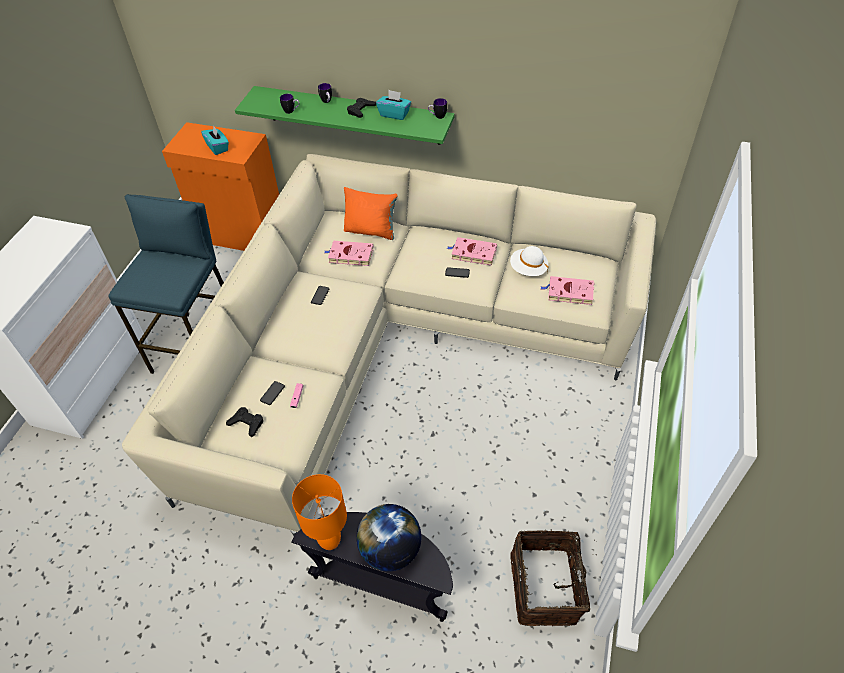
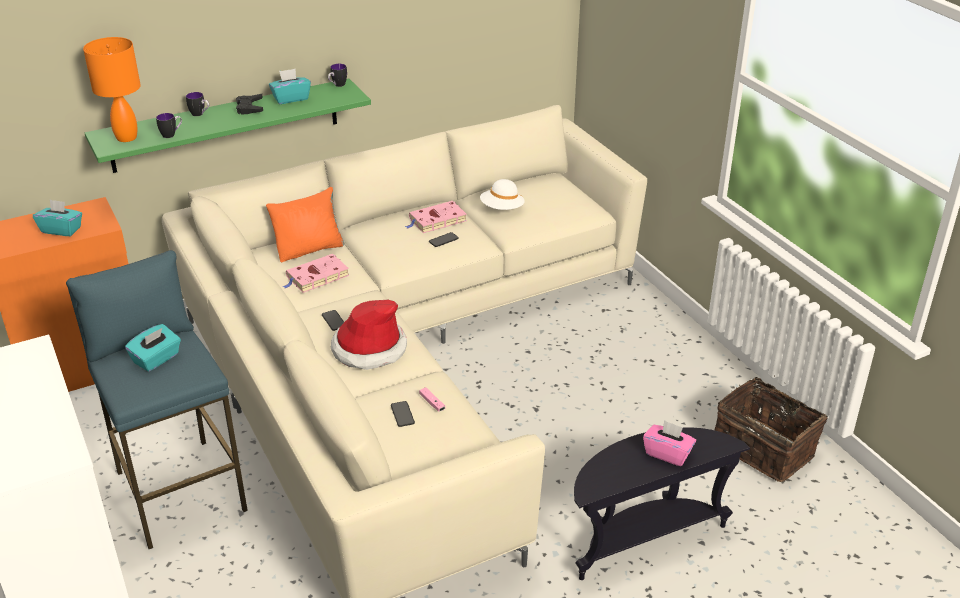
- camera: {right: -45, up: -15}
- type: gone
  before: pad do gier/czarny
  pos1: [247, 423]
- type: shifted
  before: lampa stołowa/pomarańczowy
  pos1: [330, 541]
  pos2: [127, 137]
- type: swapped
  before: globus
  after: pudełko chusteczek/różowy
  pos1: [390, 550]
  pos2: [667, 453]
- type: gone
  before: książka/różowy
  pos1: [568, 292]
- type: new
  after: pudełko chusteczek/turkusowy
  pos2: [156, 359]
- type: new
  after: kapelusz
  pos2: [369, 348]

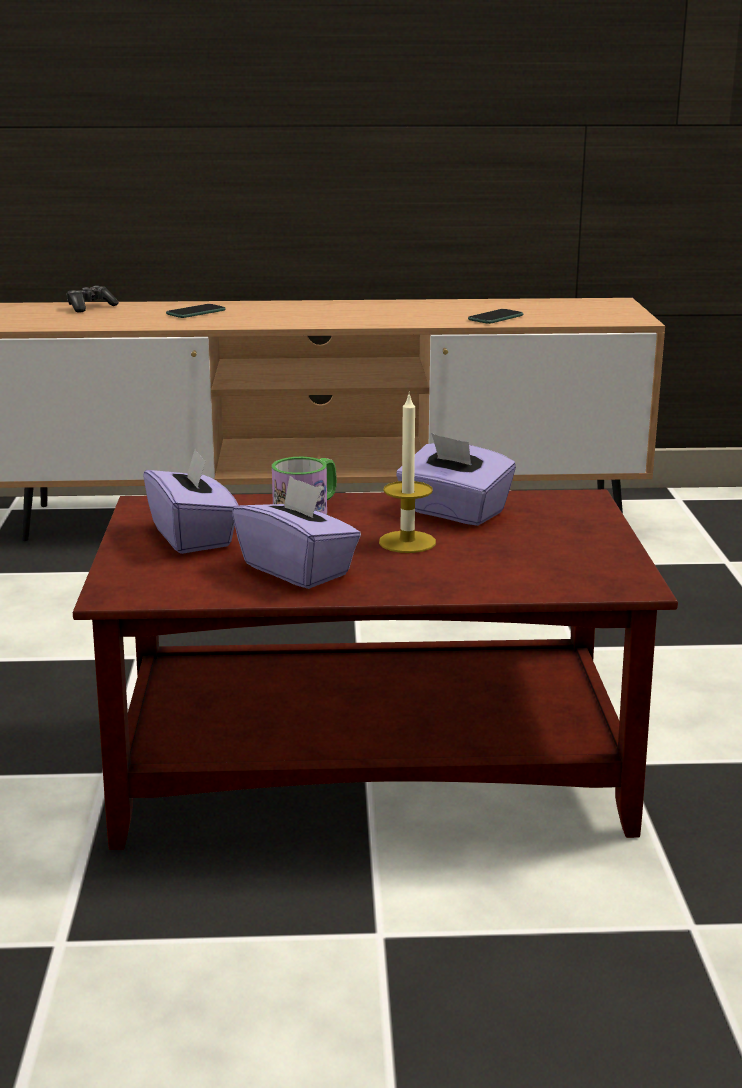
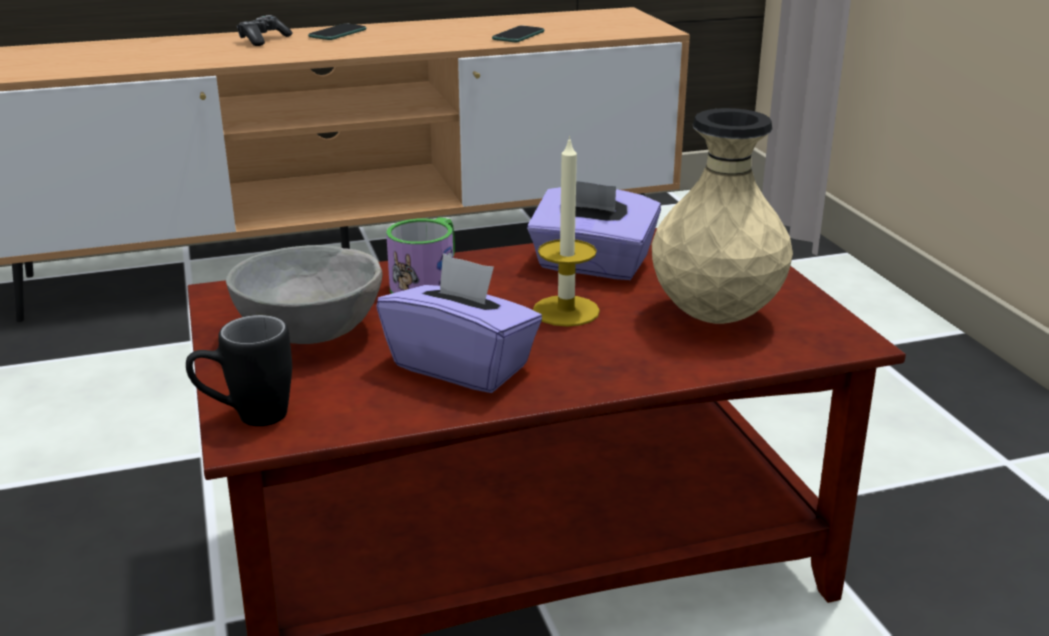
- camera: {right: -15, up: 5}
- type: shifted
  before: pad do gier
  pos1: [90, 307]
  pos2: [263, 40]
- type: swapped
  before: pudełko chusteczek/fioletowy
  after: miska/szary
  pos1: [193, 536]
  pos2: [309, 333]
- type: shifted
  before: telefon
  pos1: [196, 312]
  pos2: [337, 33]
- type: new
  after: kubek/czarny
  pos2: [246, 418]
- type: new
  after: wazon/beżowy
  pos2: [714, 317]

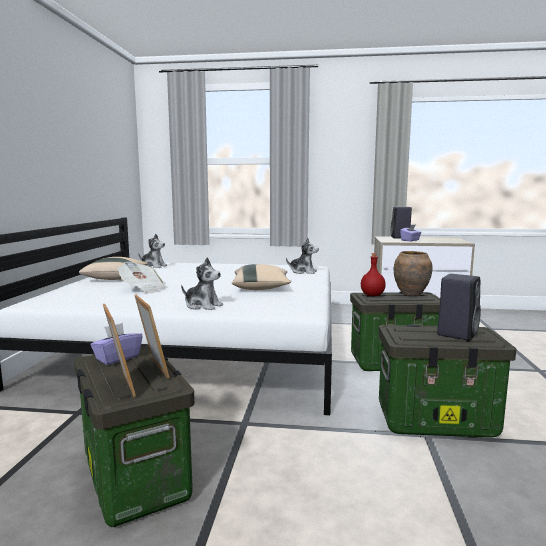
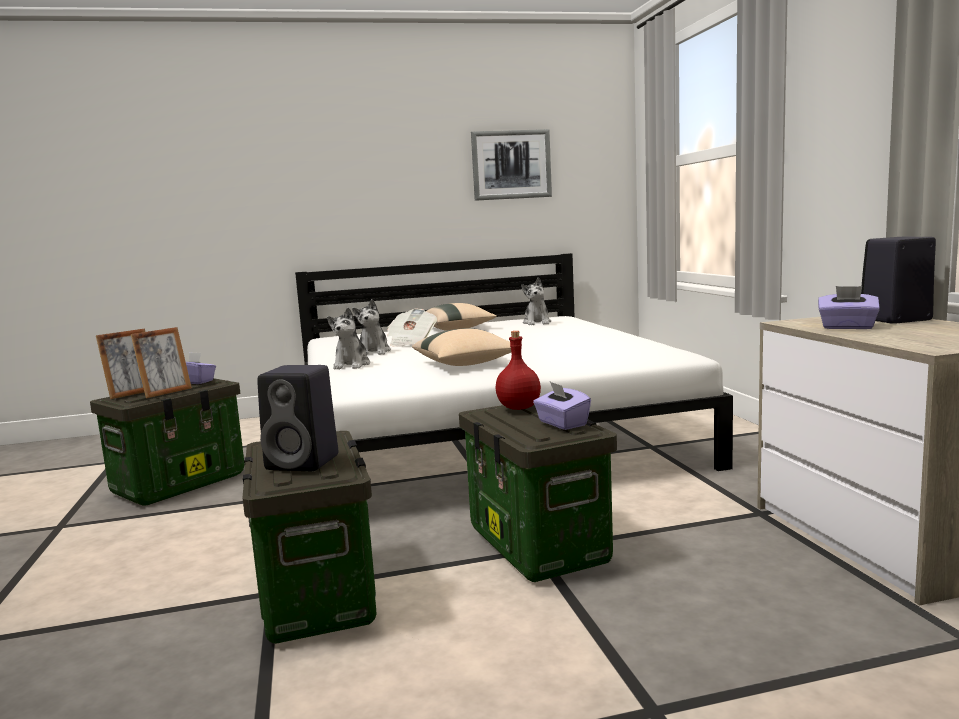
- camera: {right: 70, up: 0}
- type: shifted
  before: pluszak
  pos1: [303, 272]
  pos2: [374, 352]
- type: swapped
  before: wazon/brązowy
  after: pudełko chusteczek/fioletowy
  pos1: [411, 294]
  pos2: [562, 423]
- type: new
  after: obraz
  pos2: [511, 165]

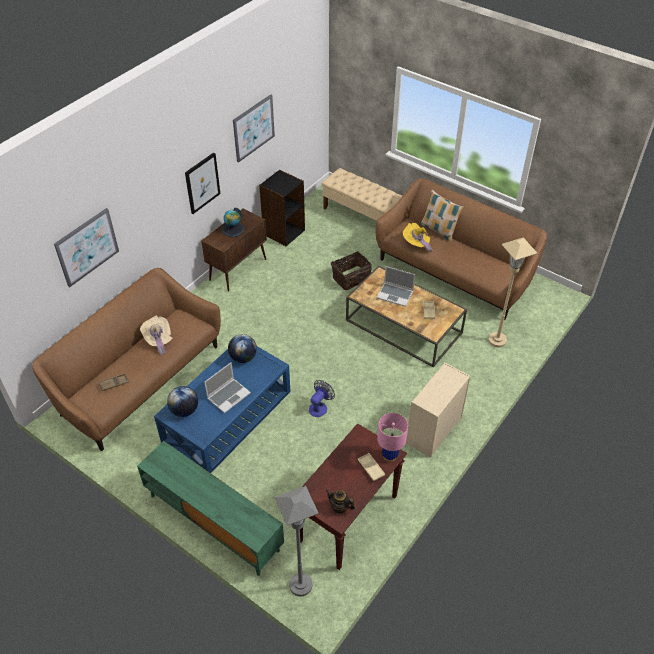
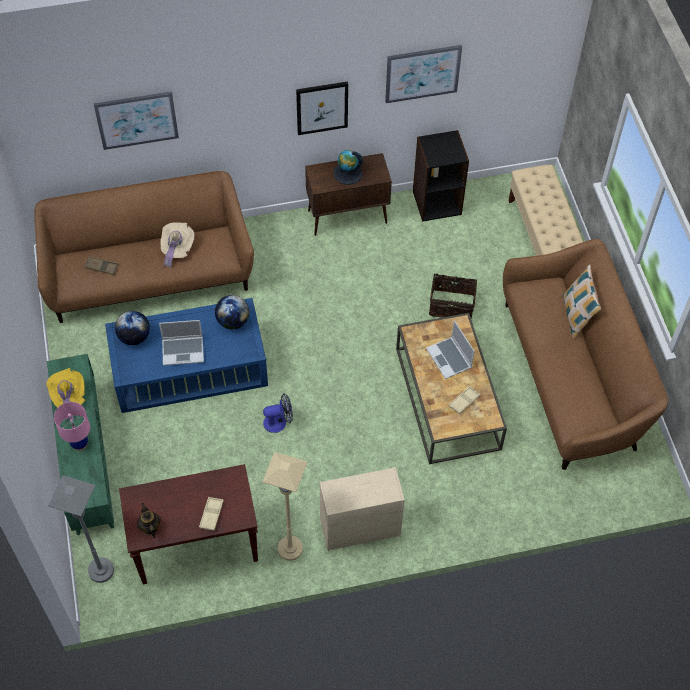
- camera: {right: 40, up: 10}
- type: shifted
  before: lampa stołowa/różowy
  pos1: [390, 455]
  pos2: [79, 444]
- type: shifted
  before: kapelusz/żółty
  pos1: [416, 244]
  pos2: [68, 398]
- type: shifted
  before: lampa stojąca/beżowy
  pos1: [497, 340]
  pos2: [290, 548]

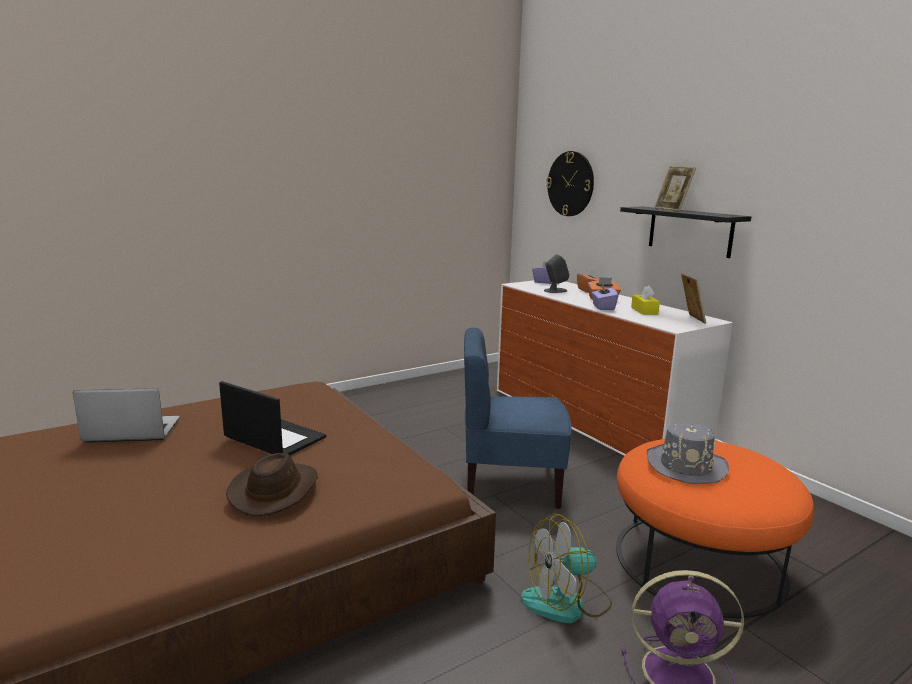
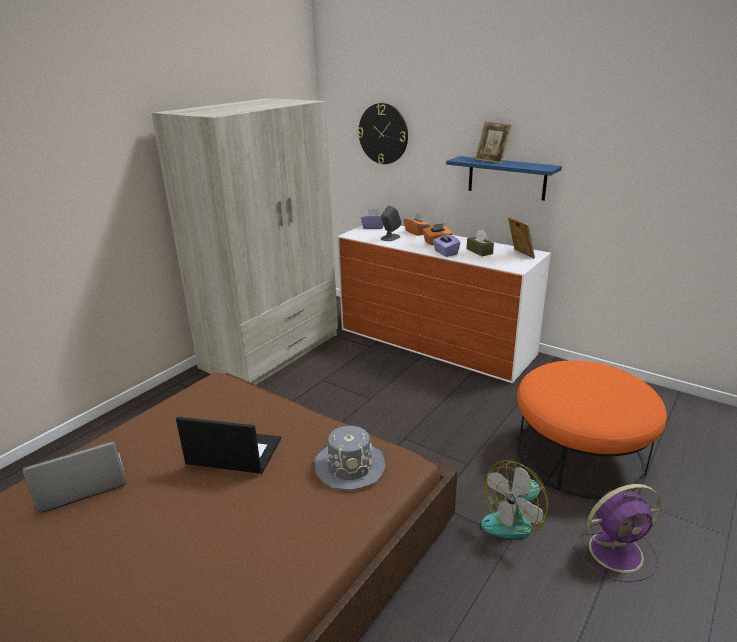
- camera: {right: -20, up: 10}
- type: gone
  before: kapelusz/brązowy
  pos1: [275, 491]
- type: gone
  before: krzesło/niebieski
  pos1: [510, 484]
- type: repainted
  before: półka/czarny
  after: półka/niebieski
  pos1: [690, 231]
  pos2: [506, 178]
- type: repainted
  before: pudełko chusteczek/żółty
  after: pudełko chusteczek/brązowy
  pos1: [644, 311]
  pos2: [479, 251]
- type: shifted
  before: kapelusz/szary
  pos1: [686, 465]
  pos2: [350, 465]
- type: new
  after: szafa/beżowy
  pos2: [272, 351]

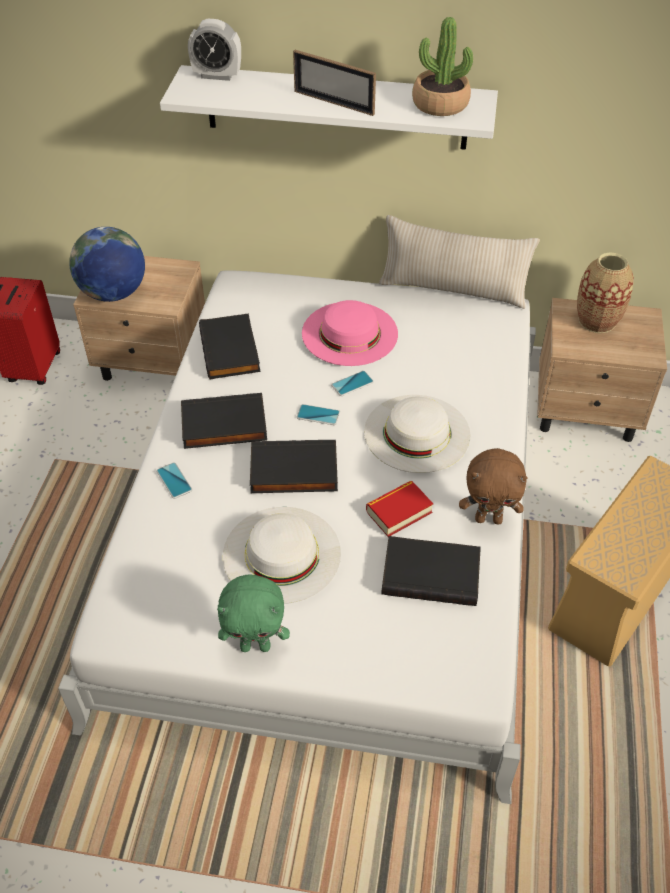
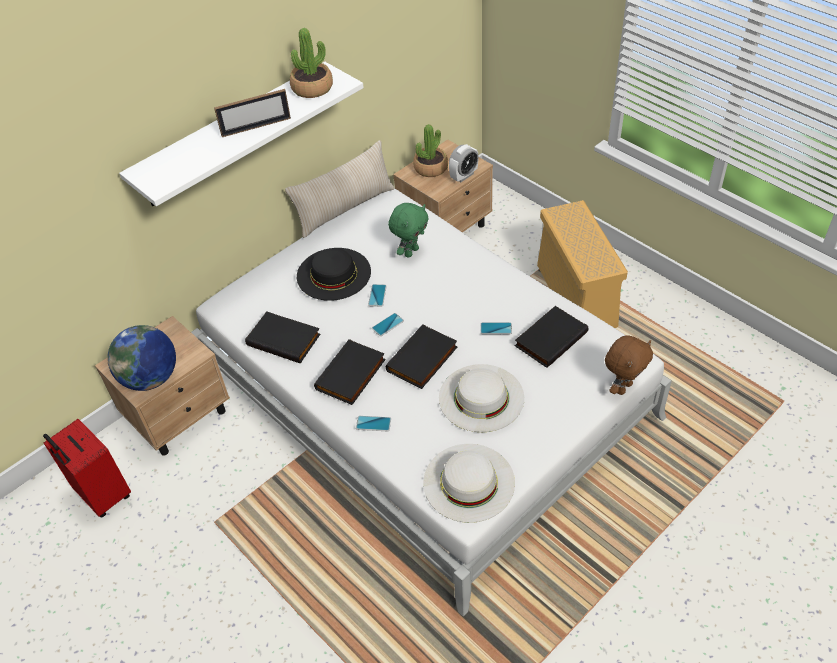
- camera: {right: -50, up: 0}
- type: shifted
  before: budzik
  pos1: [217, 76]
  pos2: [464, 176]
- type: shifted
  before: pluszak/zielony
  pos1: [256, 645]
  pos2: [411, 251]
- type: repainted
  before: kapelusz/różowy
  after: kapelusz/czarny
  pos1: [349, 333]
  pos2: [333, 274]
- type: shifted
  before: kapelusz/biały
  pos1: [417, 433]
  pos2: [468, 482]
- type: swapped
  before: książka
  after: telefon
  pos1: [399, 512]
  pos2: [496, 328]
- type: shifted
  before: pluszak/brązowy
  pos1: [489, 519]
  pos2: [623, 387]
- type: swapped
  before: wazon
  after: roślina doniczkowa
  pos1: [597, 321]
  pos2: [430, 168]

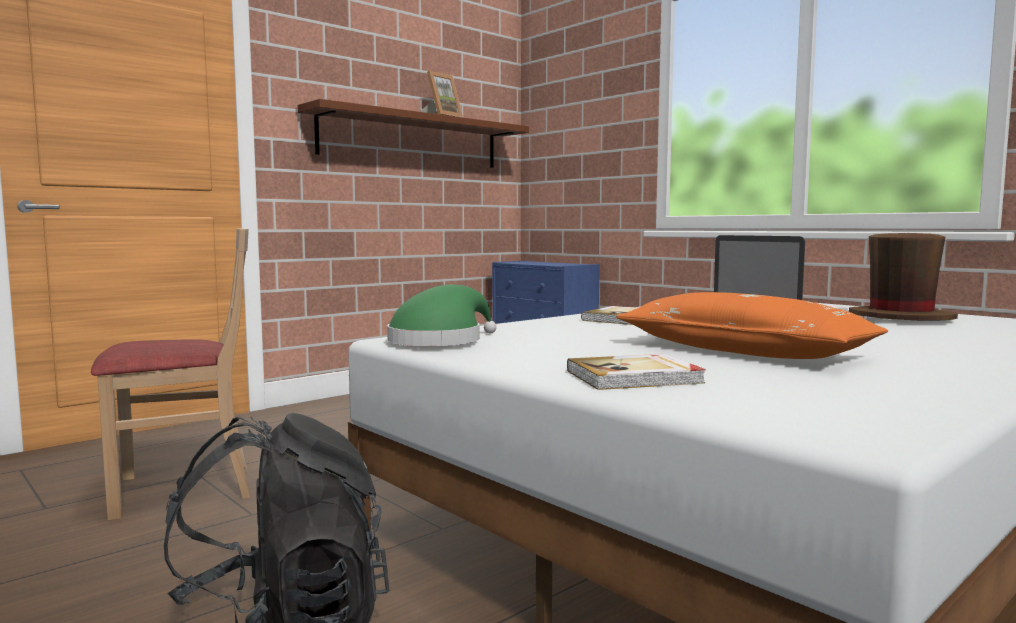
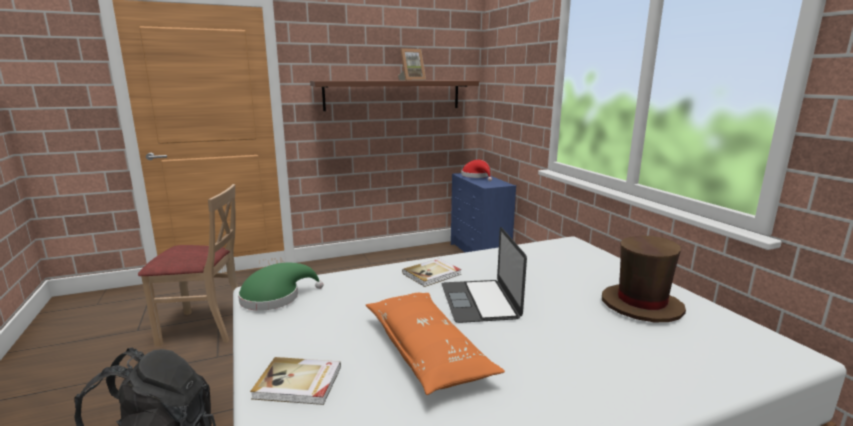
- camera: {right: 20, up: 10}
- type: new
  after: kapelusz/czerwony
  pos2: [477, 176]

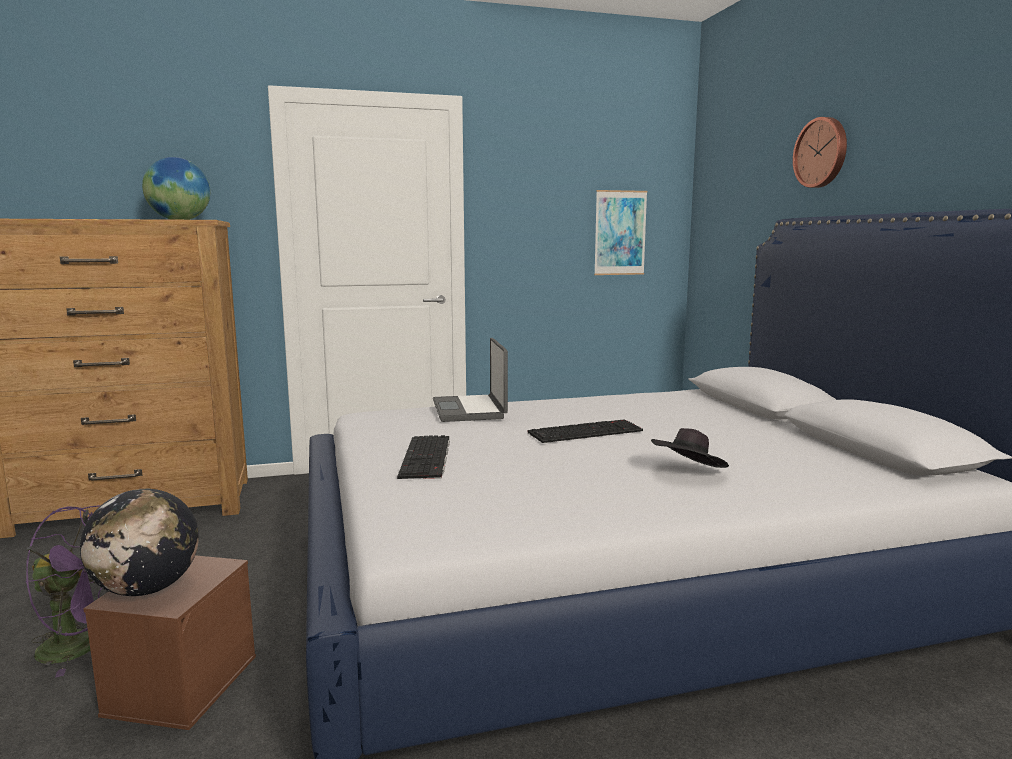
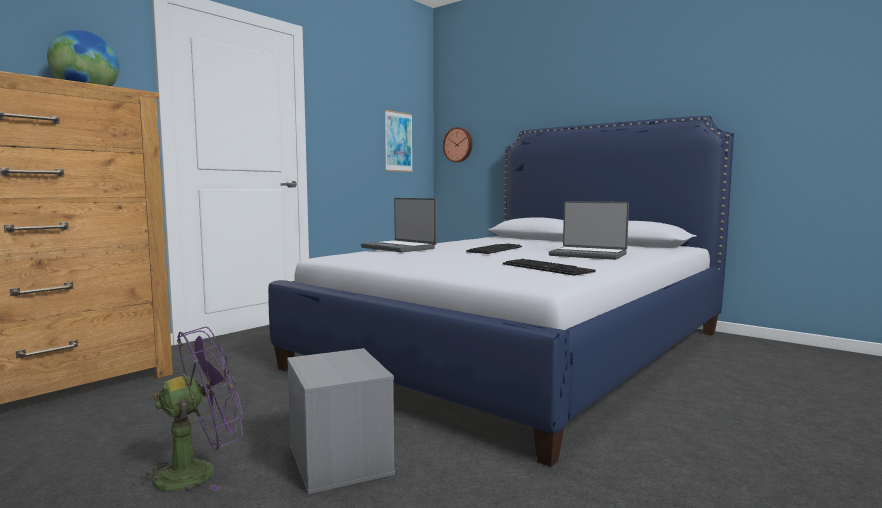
- camera: {right: -35, up: -5}
- type: gone
  before: globus
  pos1: [146, 589]
- type: repainted
  before: pojemnik do przechowywania/brązowy
  after: pojemnik do przechowywania/szary
  pos1: [182, 683]
  pos2: [338, 459]
- type: shifted
  before: klawiatura
  pos1: [427, 457]
  pos2: [548, 268]
- type: swapped
  before: kapelusz/czarny
  after: laptop
  pos1: [688, 472]
  pos2: [588, 255]
- type: shifted
  before: zegar ścienny
  pos1: [822, 153]
  pos2: [458, 145]

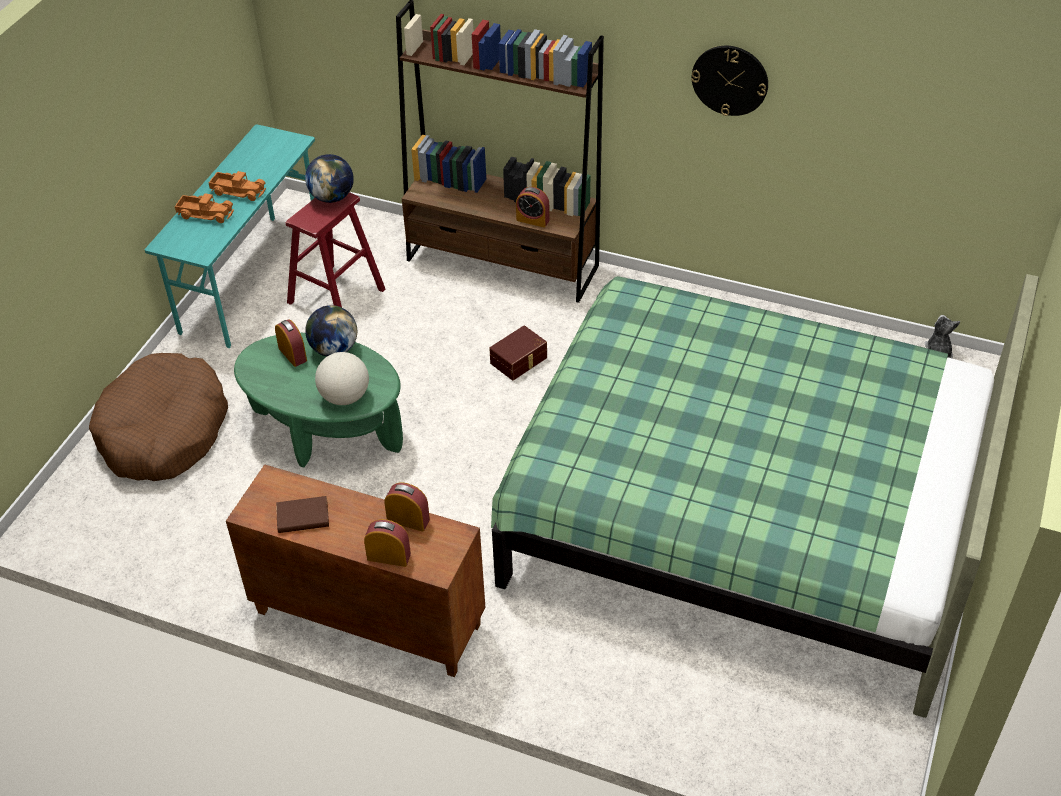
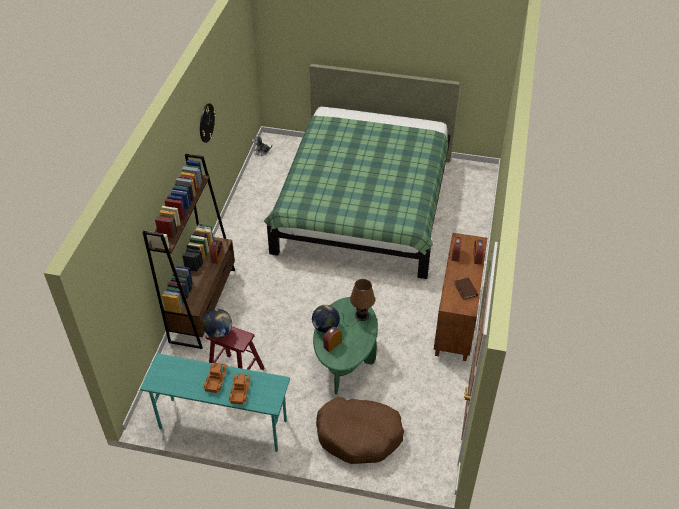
- camera: {right: -100, up: 0}
- type: swapped
  before: globus
  after: lampa stołowa/brązowy
  pos1: [345, 397]
  pos2: [360, 316]
- type: gone
  before: pojemnik do przechowywania/brązowy
  pos1: [519, 361]

